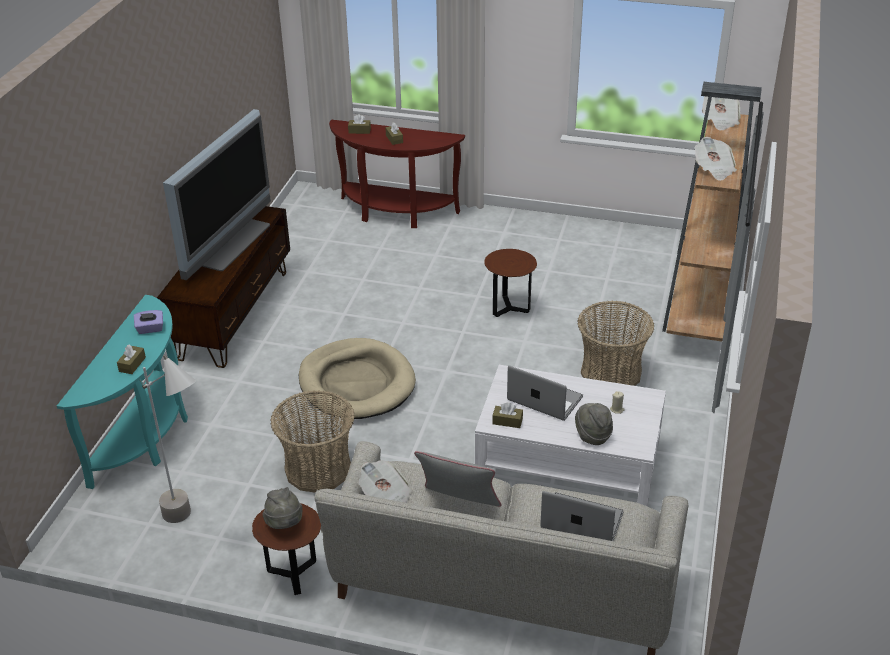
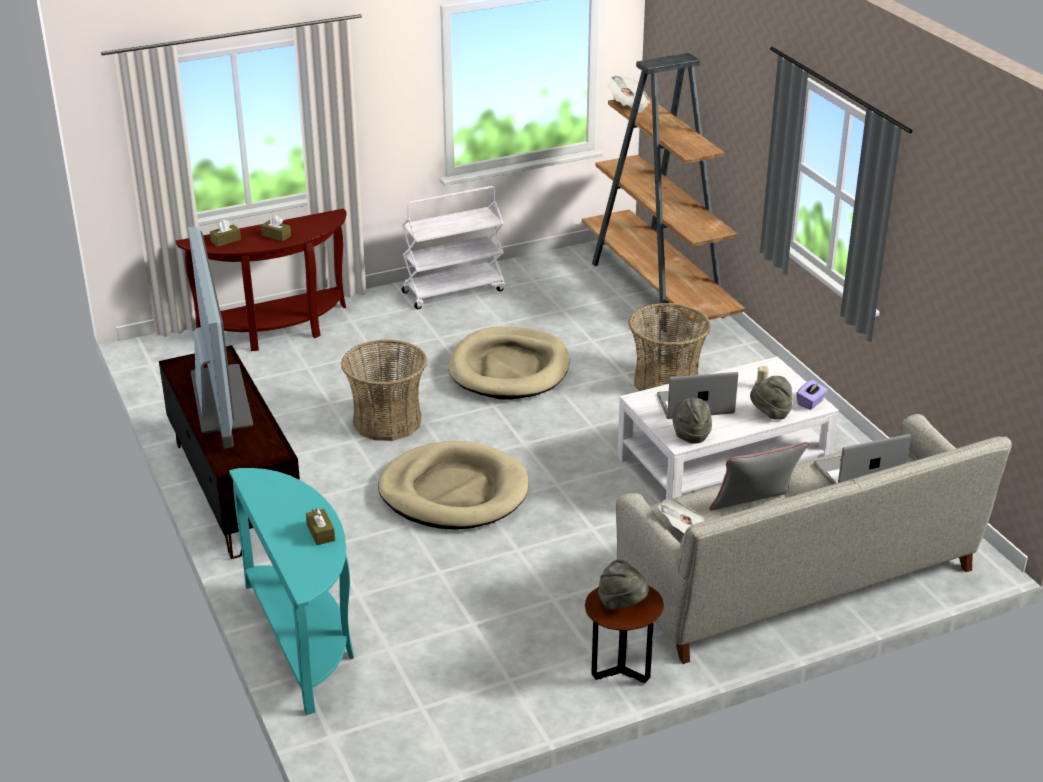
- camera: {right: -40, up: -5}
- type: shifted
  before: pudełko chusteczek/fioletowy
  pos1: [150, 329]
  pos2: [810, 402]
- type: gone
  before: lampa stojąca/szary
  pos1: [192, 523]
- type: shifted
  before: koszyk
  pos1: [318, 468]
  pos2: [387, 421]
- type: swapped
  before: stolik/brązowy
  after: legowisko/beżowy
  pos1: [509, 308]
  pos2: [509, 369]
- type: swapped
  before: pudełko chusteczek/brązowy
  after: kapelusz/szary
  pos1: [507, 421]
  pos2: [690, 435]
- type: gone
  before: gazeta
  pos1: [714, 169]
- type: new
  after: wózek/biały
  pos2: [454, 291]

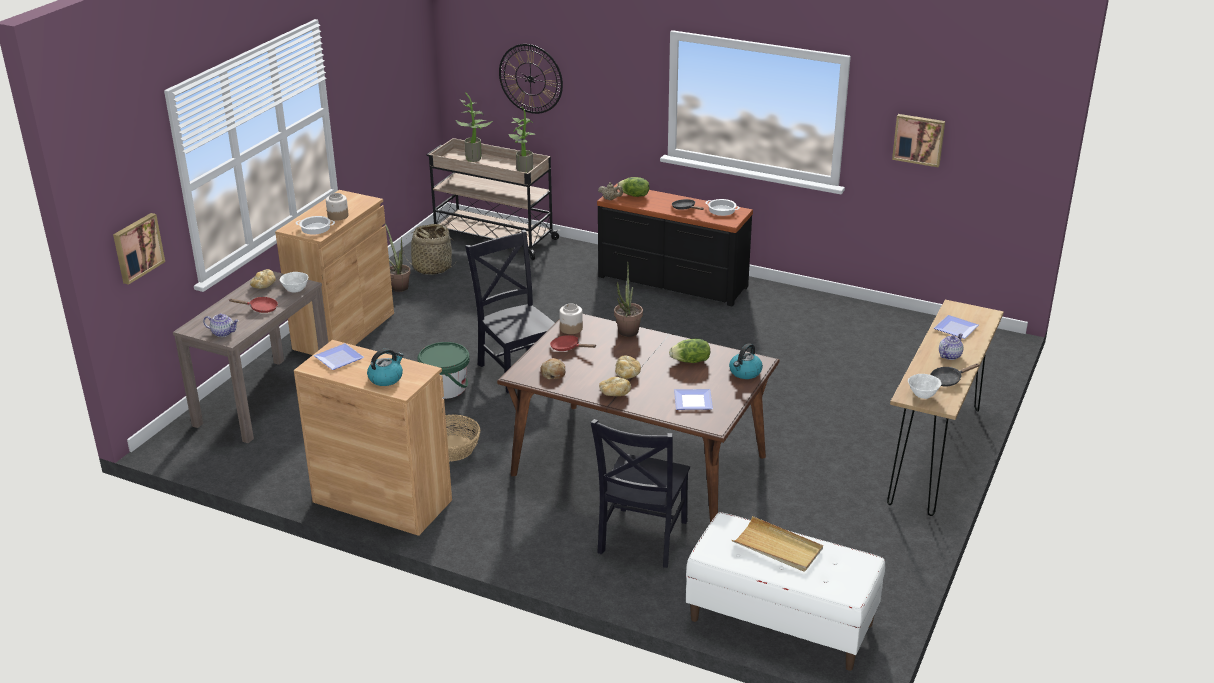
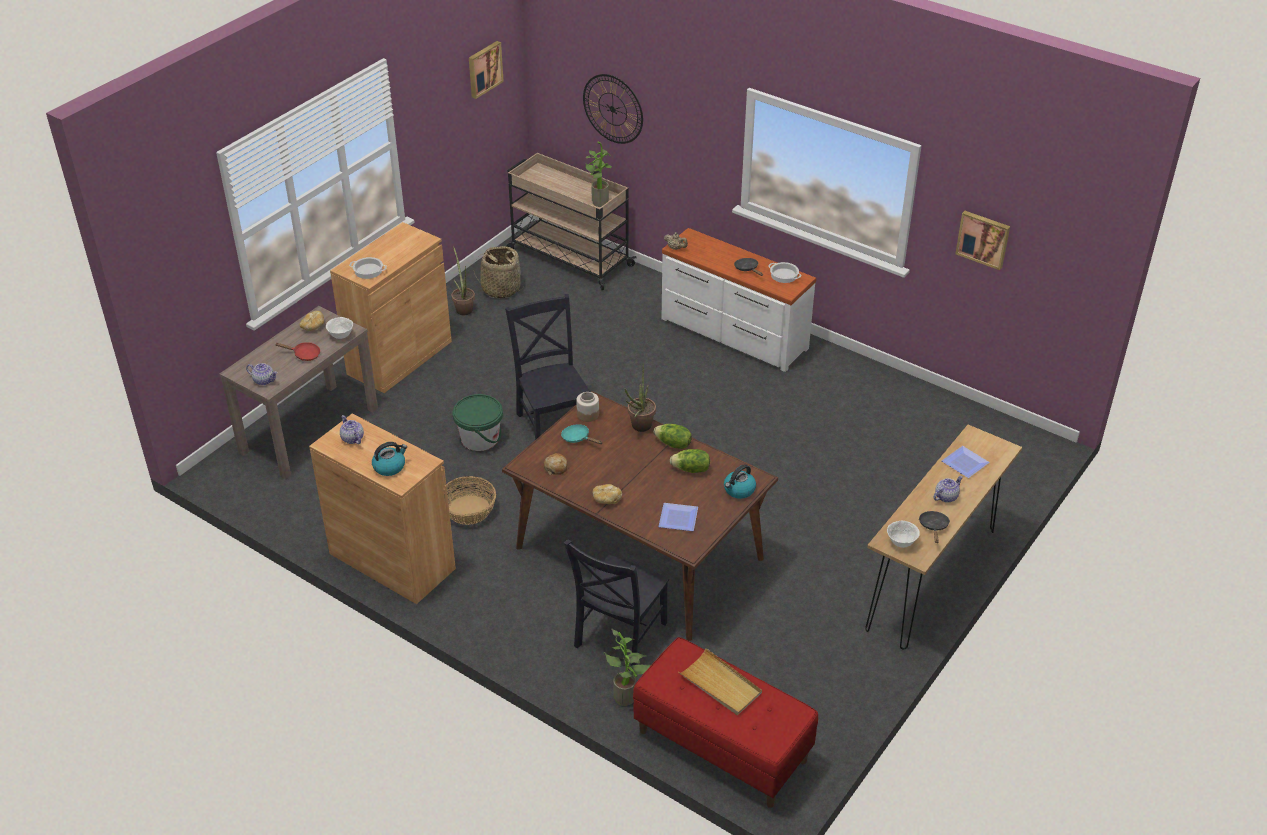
- camera: {right: 10, up: 10}
- type: shifted
  before: obraz
  pos1: [137, 247]
  pos2: [484, 69]
- type: swapped
  before: talerz
  after: imbryk
  pos1: [338, 359]
  pos2: [352, 438]
- type: gone
  before: słoik
  pos1: [337, 216]
- type: shifted
  before: roślina doniczkowa
  pos1: [475, 158]
  pos2: [628, 696]
- type: repainted
  before: patelnia/czerwony
  after: patelnia/turkusowy
  pos1: [567, 348]
  pos2: [578, 438]
- type: repainted
  before: komoda/czarny
  after: komoda/biały
  pos1: [672, 282]
  pos2: [733, 334]
- type: gone
  before: chleb
  pos1: [627, 374]
- type: shifted
  before: sałata
  pos1: [634, 195]
  pos2: [673, 444]
- type: repainted
  before: ławka/biały
  after: ławka/czerwony
  pos1: [780, 622]
  pos2: [721, 746]
- type: rotated
  before: patelnia/czarny
  pos1: [948, 380]
  pos2: [933, 527]
  turn: 105

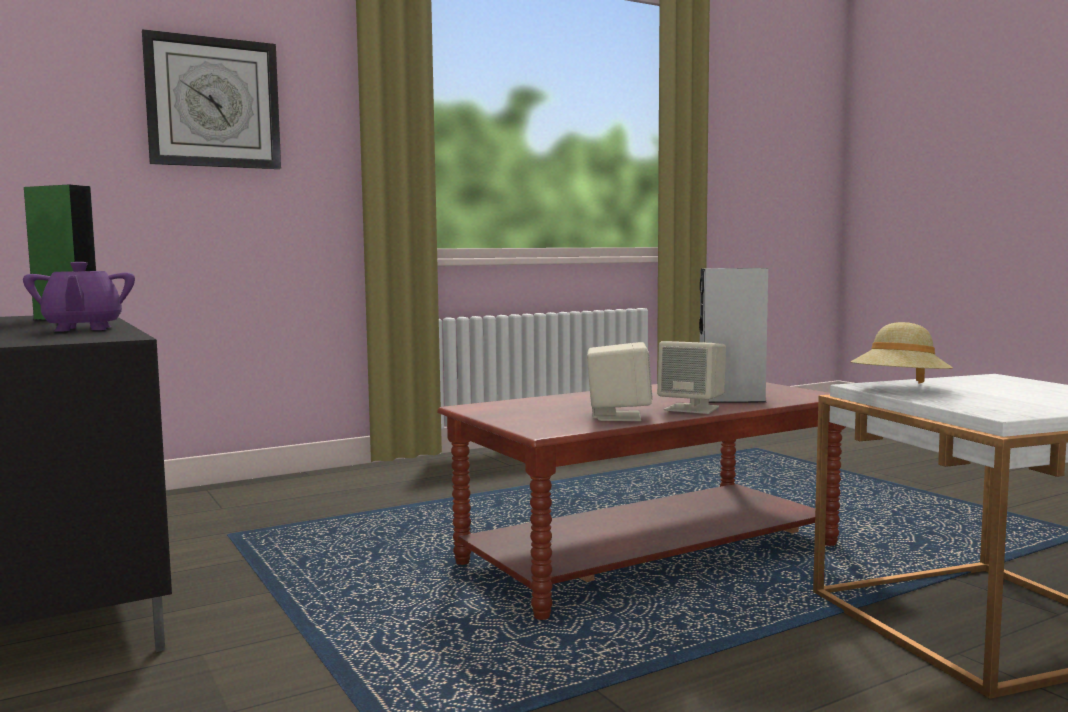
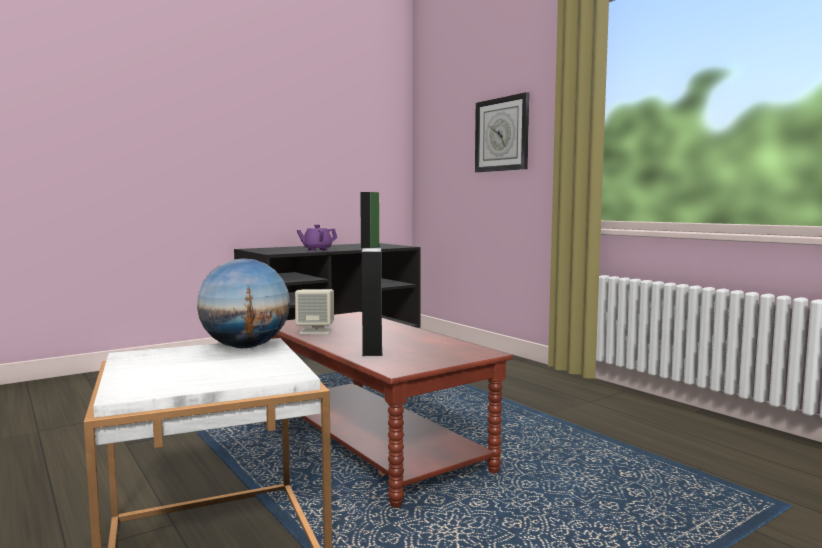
- camera: {right: 85, up: 0}
- type: gone
  before: głośnik/beżowy
  pos1: [692, 408]
- type: swapped
  before: kapelusz/beżowy
  after: globus
  pos1: [900, 388]
  pos2: [245, 347]

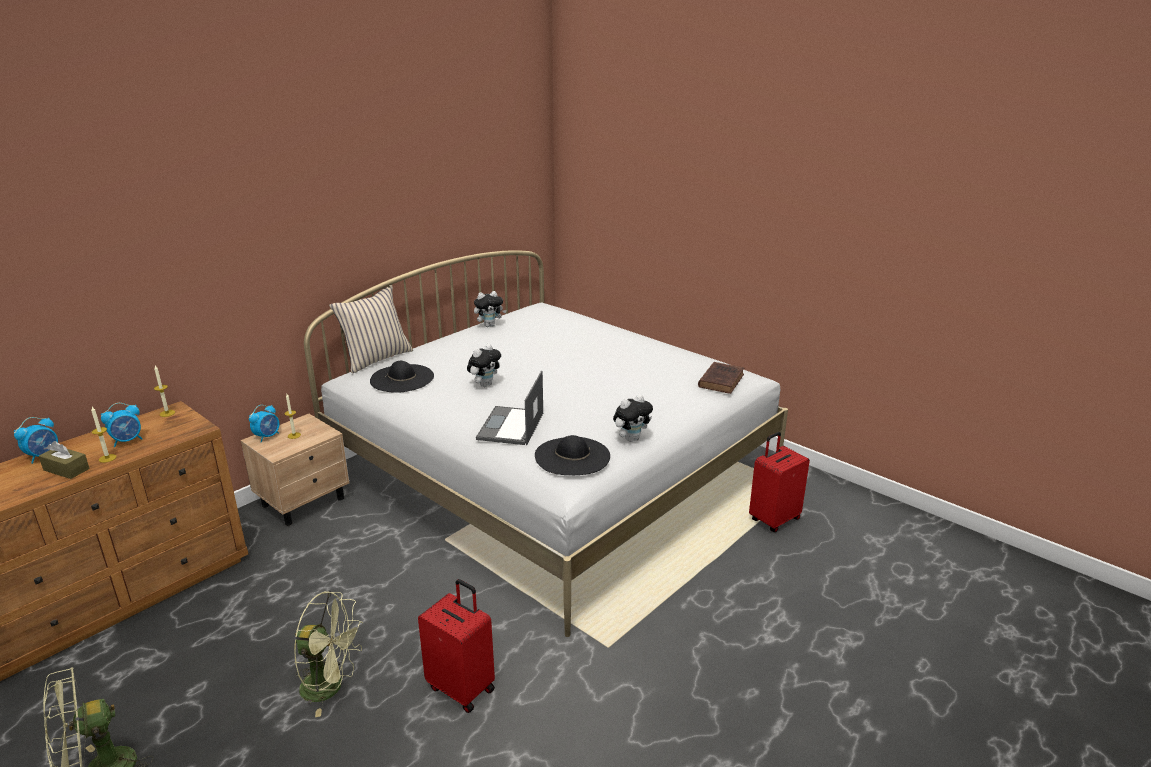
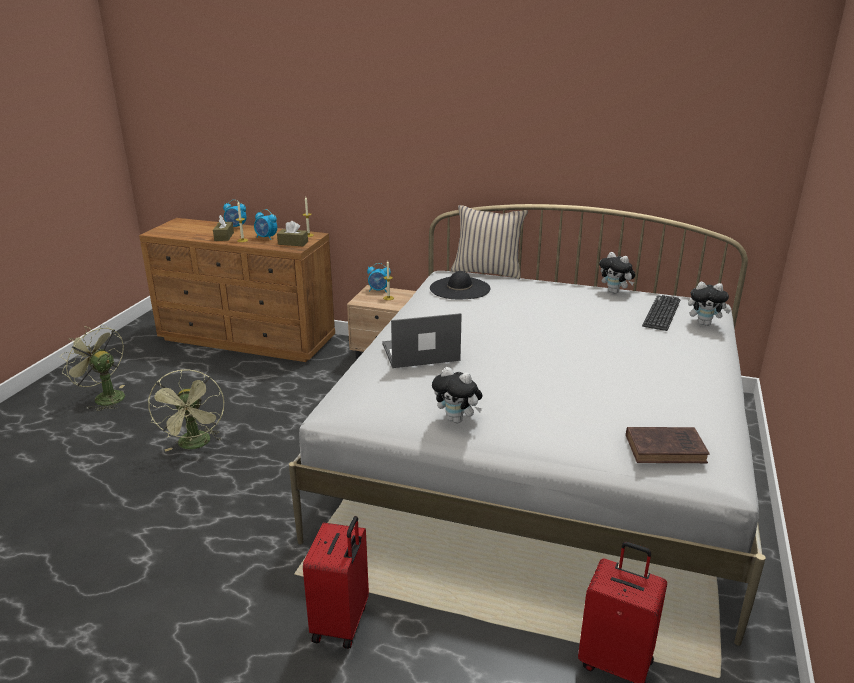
- camera: {right: 65, up: 0}
- type: shifted
  before: walizka/czerwony
  pos1: [462, 687]
  pos2: [342, 623]
- type: shifted
  before: pluszak
  pos1: [485, 384]
  pos2: [704, 323]
- type: gone
  before: kapelusz/czarny
  pos1: [572, 456]
- type: new
  after: pudełko chusteczek/brązowy
  pos2: [293, 243]
- type: new
  after: klawiatura
  pos2: [661, 313]

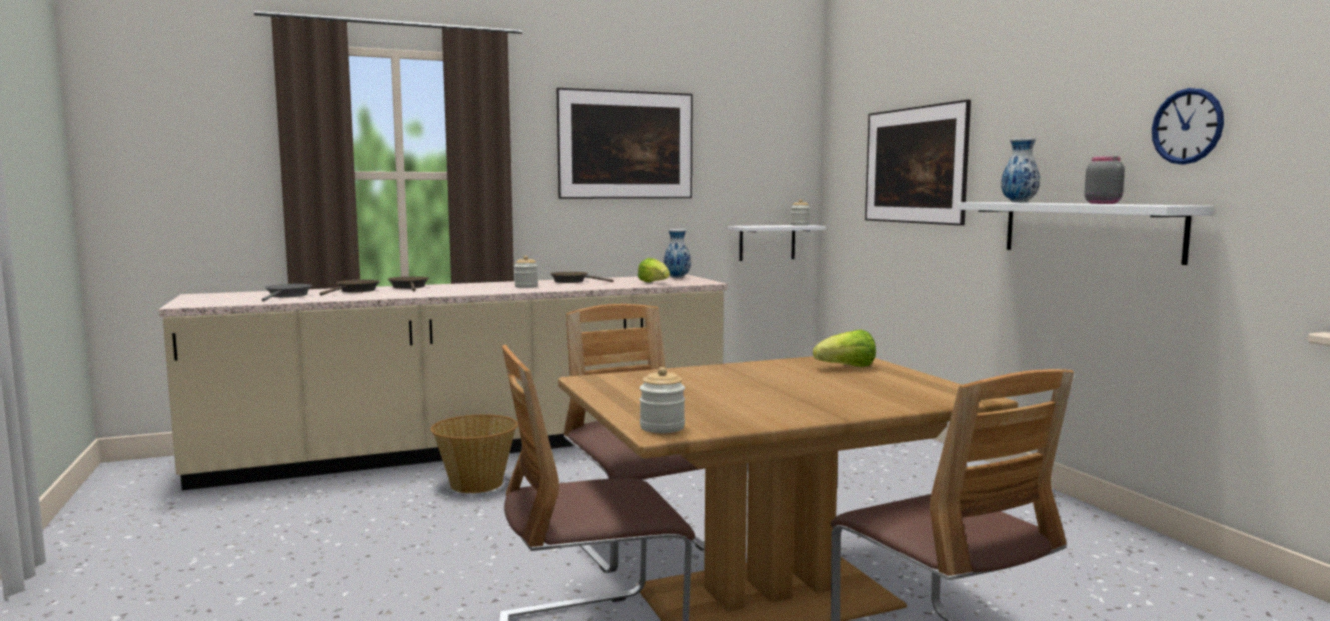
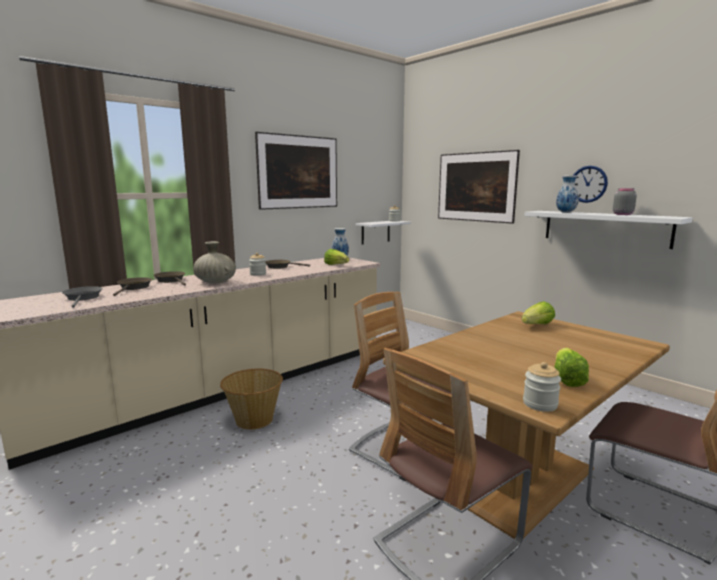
- camera: {right: -20, up: 5}
- type: shifted
  before: zegar ścienny
  pos1: [1187, 126]
  pos2: [588, 184]
- type: new
  after: wazon/beżowy
  pos2: [215, 282]
- type: new
  after: sałata
  pos2: [567, 379]

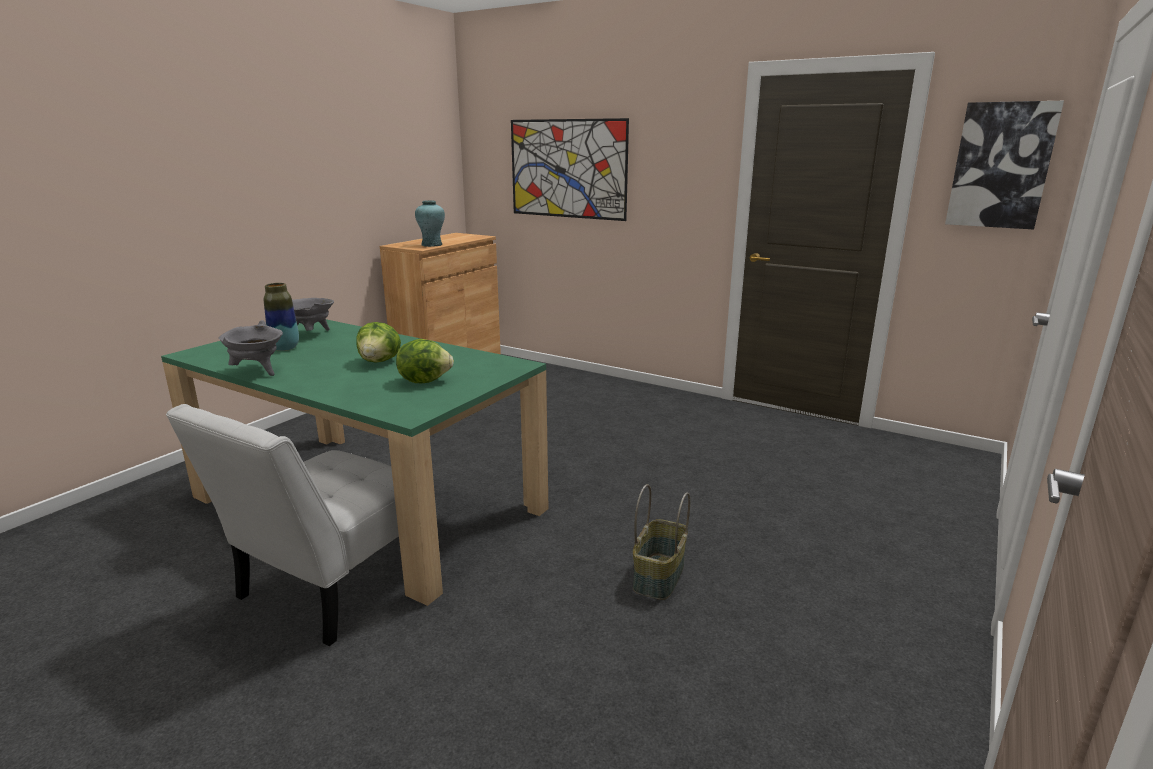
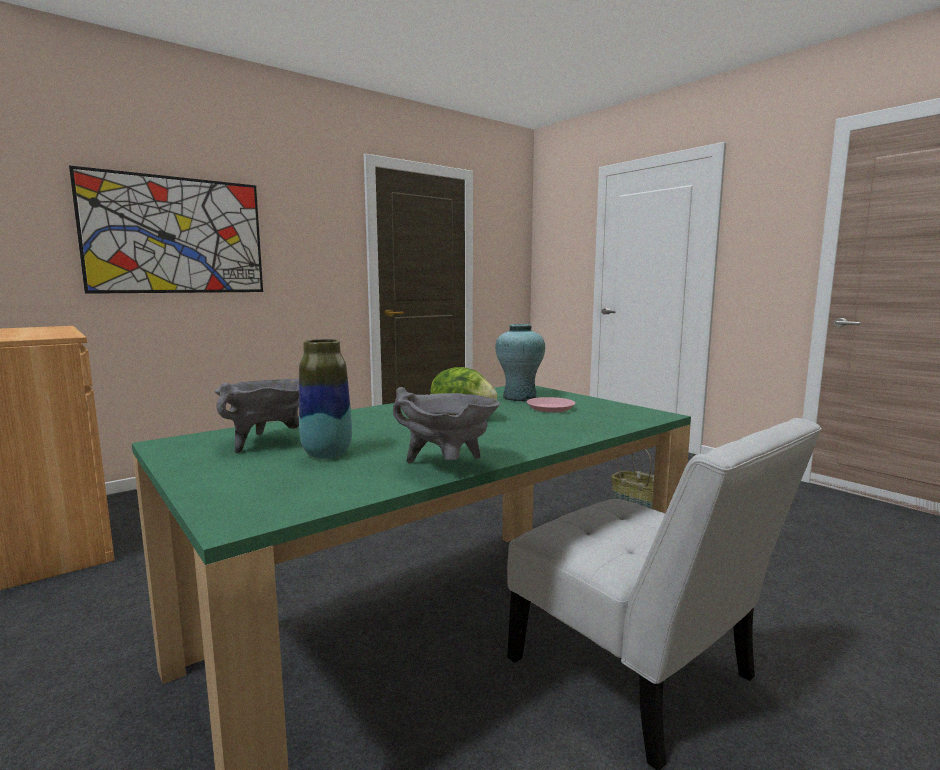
- camera: {right: -70, up: -10}
- type: swapped
  before: sałata
  after: talerz/różowy
  pos1: [425, 380]
  pos2: [550, 408]
- type: shifted
  before: wazon/turkusowy
  pos1: [431, 245]
  pos2: [519, 397]
- type: gone
  before: obraz
  pos1: [1001, 165]

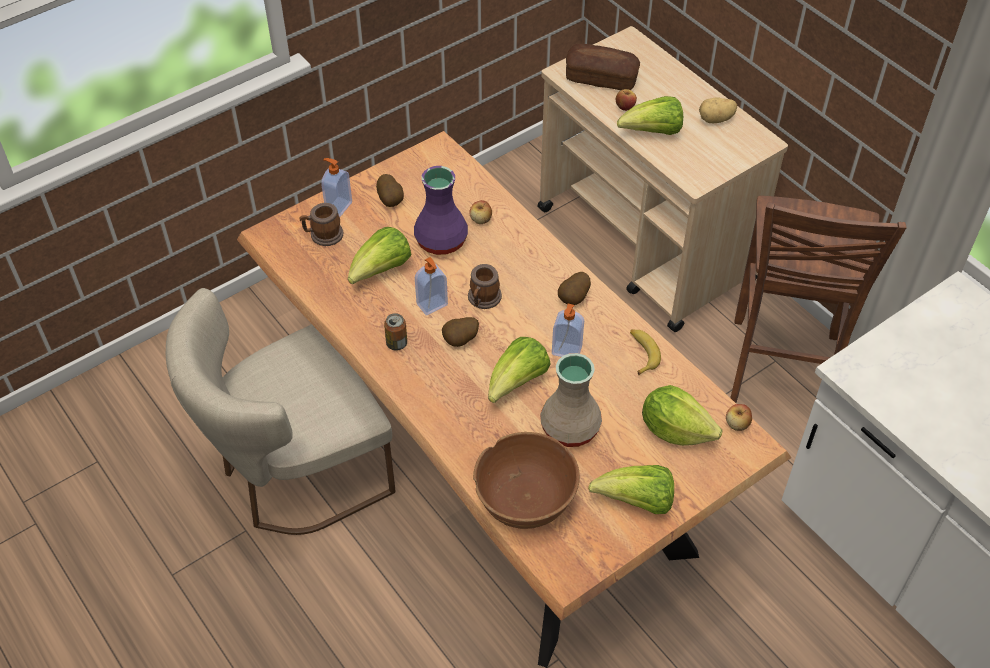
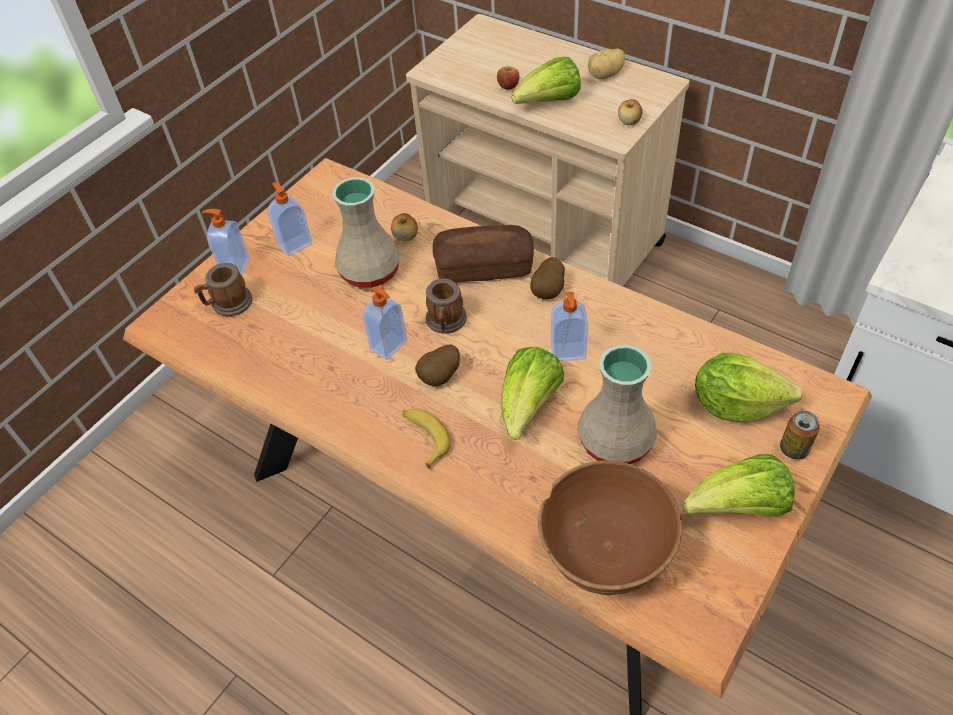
- camera: {right: -15, up: 0}
- type: gone
  before: krzesło/beżowy
  pos1: [295, 474]
- type: gone
  before: sałata
  pos1: [381, 270]
- type: swapped
  before: ziemniak
  after: dozownik mydła
  pos1: [391, 200]
  pos2: [294, 244]
- type: shifted
  before: puszka
  pos1: [396, 343]
  pos2: [794, 449]
- type: repainted
  before: wazon/fioletowy
  after: wazon/beżowy
  pos1: [441, 242]
  pos2: [370, 272]
- type: shifted
  before: chleb
  pos1: [601, 78]
  pos2: [484, 267]
- type: shifted
  before: banan
  pos1: [641, 353]
  pos2: [424, 438]
- type: shifted
  before: jabłko
  pos1: [737, 424]
  pos2: [629, 122]
- type: gone
  before: stołek/brązowy
  pos1: [778, 372]

